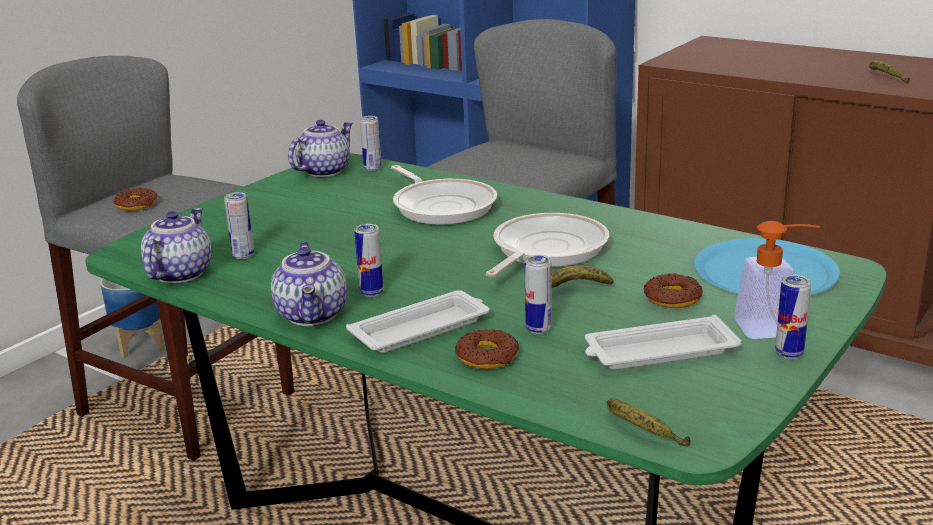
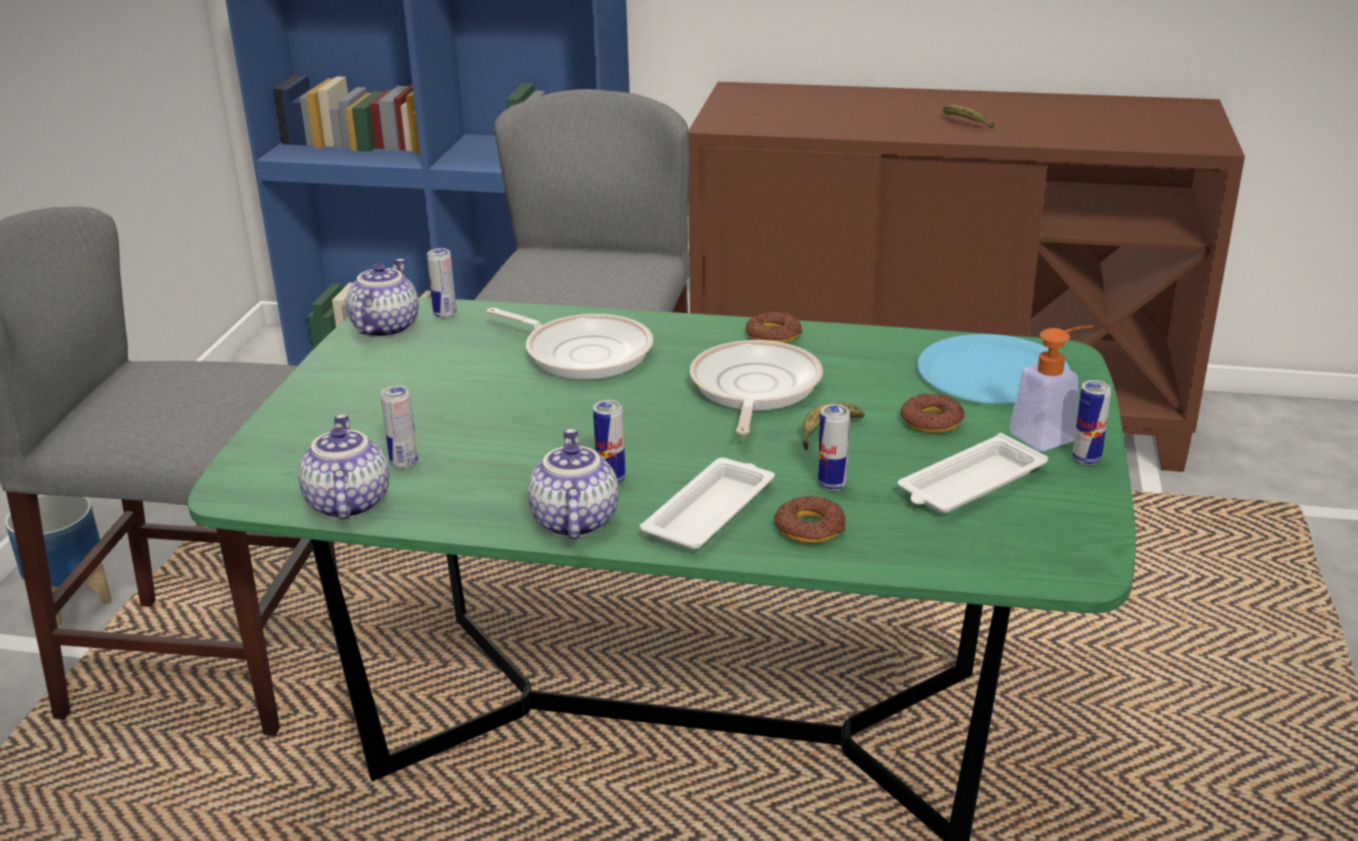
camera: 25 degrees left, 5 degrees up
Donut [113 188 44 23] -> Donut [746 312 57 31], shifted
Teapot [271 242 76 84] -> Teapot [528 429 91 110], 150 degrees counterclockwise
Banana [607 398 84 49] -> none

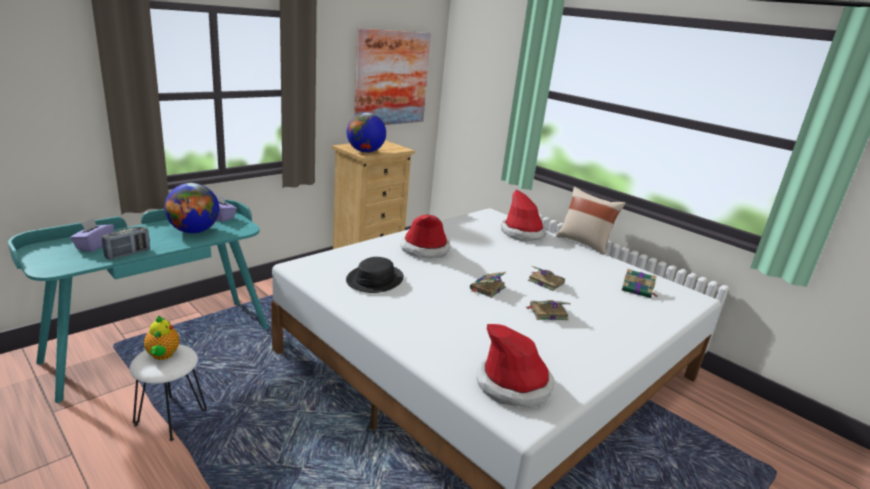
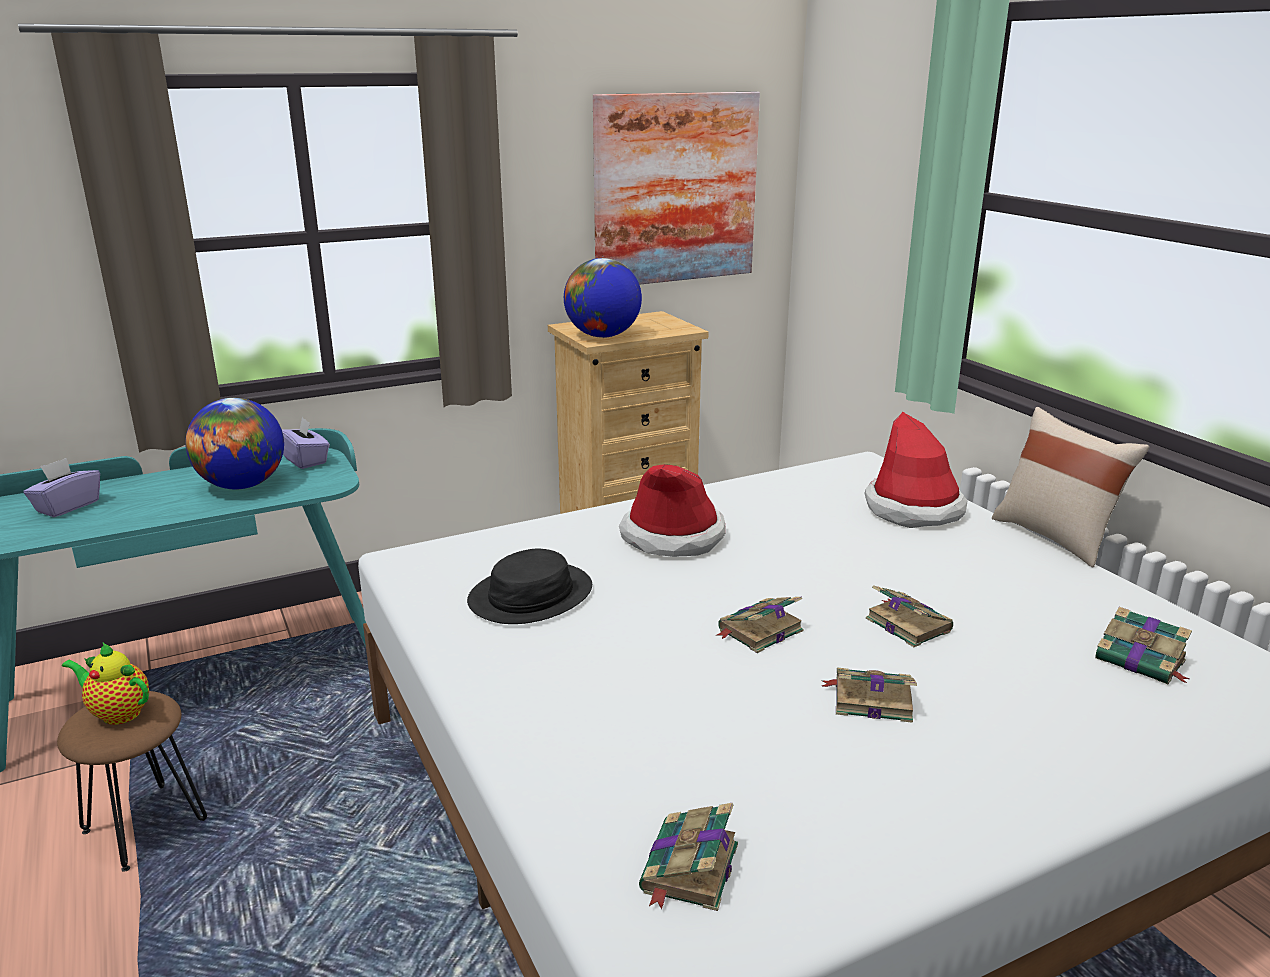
camera: 20 degrees right, 0 degrees up
Radio [102 227 48 33] -> none
WhiteStool [130 344 77 97] -> BrownStool [57 691 150 181]
Teapot [144 316 35 44] -> Teapot [62 643 87 82], 105 degrees clockwise
Hat [477 324 78 84] -> Book [639 803 99 108]

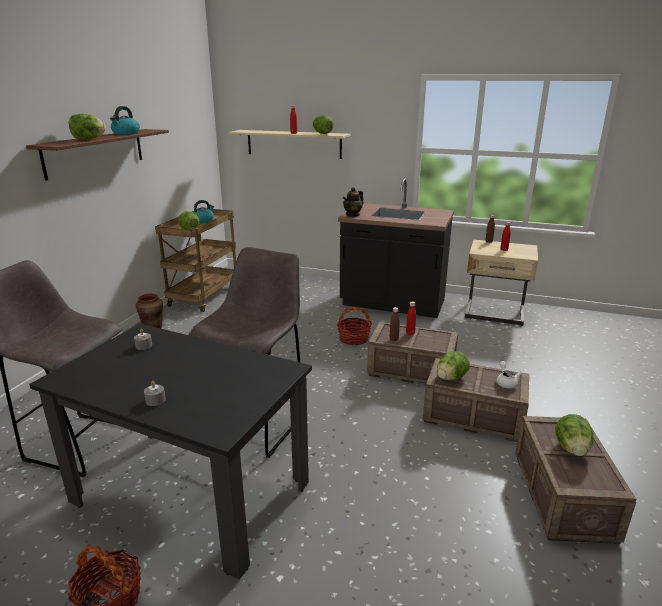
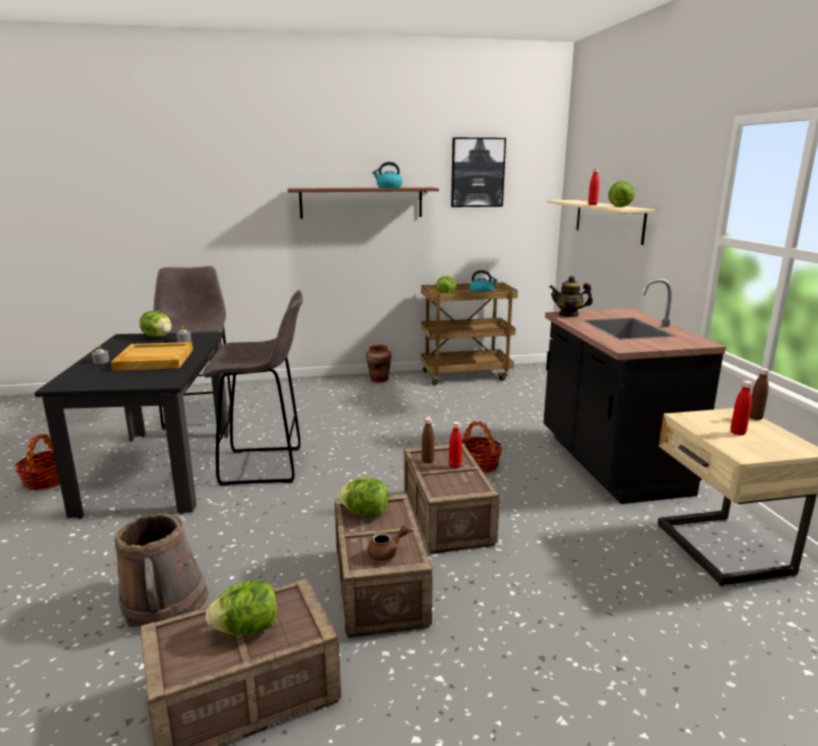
camera: 60 degrees right, 5 degrees down
Lettuce [69 114 37 26] -> Lettuce [139 311 33 26], shifted
WhiteTeapot [496 361 26 27] -> BrownTeapot [367 525 43 36]
none -> BeigeTray [111 342 82 29]
none -> BrownBucket [114 514 95 116]
none -> Picture [451 138 55 69]

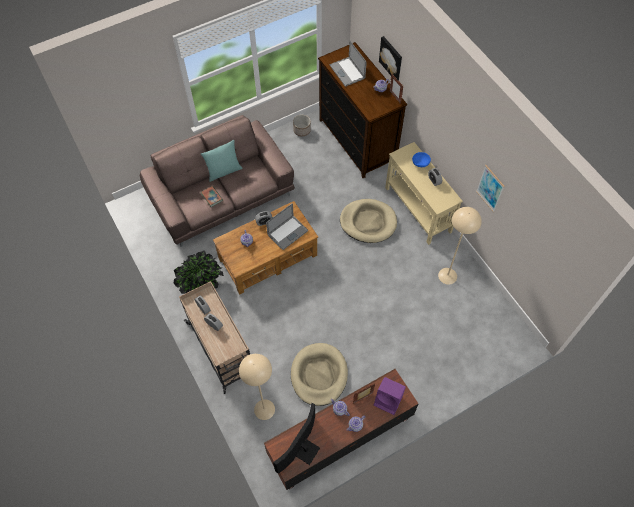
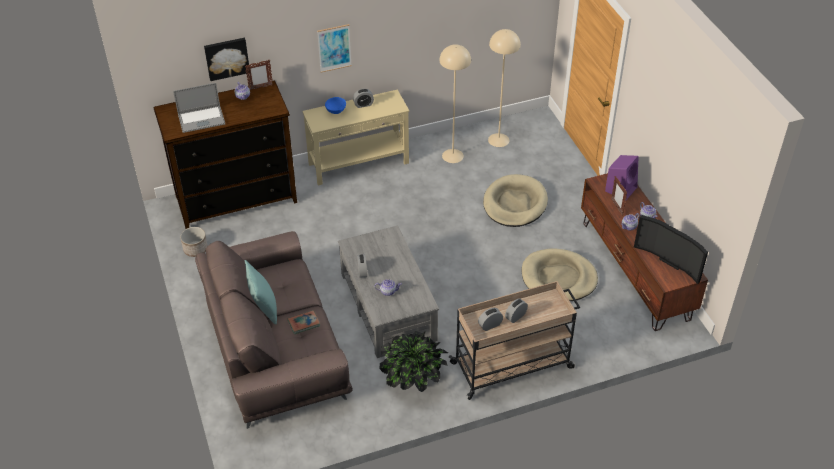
camera: 80 degrees left, 15 degrees down
BrownCoffeeTable [213 201 105 94] -> GreyCoffeeTable [338 225 101 133]
BeigeFloorLamp [239 354 36 66] -> BeigeFloorLamp [488 29 33 118], shifted
Laptop [266 203 42 47] -> none
BeigeDogBed [340 199 57 44] -> BeigeDogBed [483 174 65 53], shifted
Picture [476 165 28 47] -> Picture [317 24 35 49], shifted

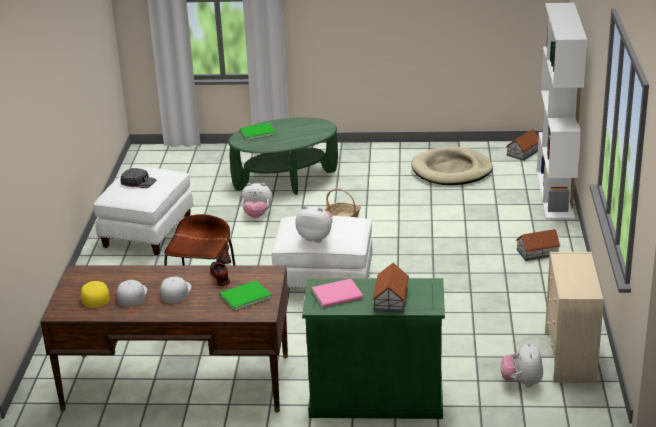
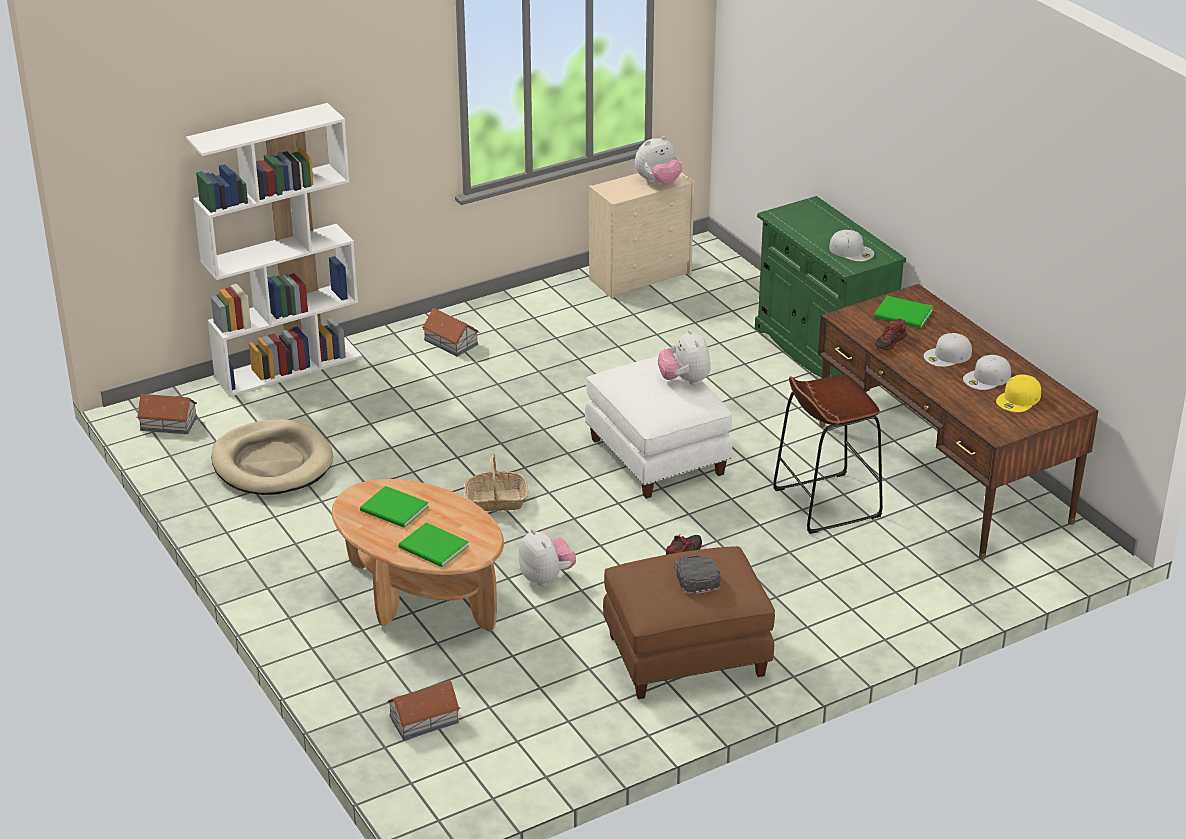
camera: 125 degrees left, 5 degrees up
WhiteOttoman [93 167 100 88] -> BrownOttoman [603 546 172 153]
GreenCoffeeTable [228 117 110 78] -> BrownCoffeeTable [332 479 172 153]
PinkBook [312 279 51 29] -> WhiteCap [829 230 45 32]
ToyHouse [372 263 37 50] -> ToyHouse [387 681 74 59], shifted
PlushToy [501 342 42 46] -> PlushToy [635 136 47 49], shifted
none -> GreenBook [360 486 69 42]

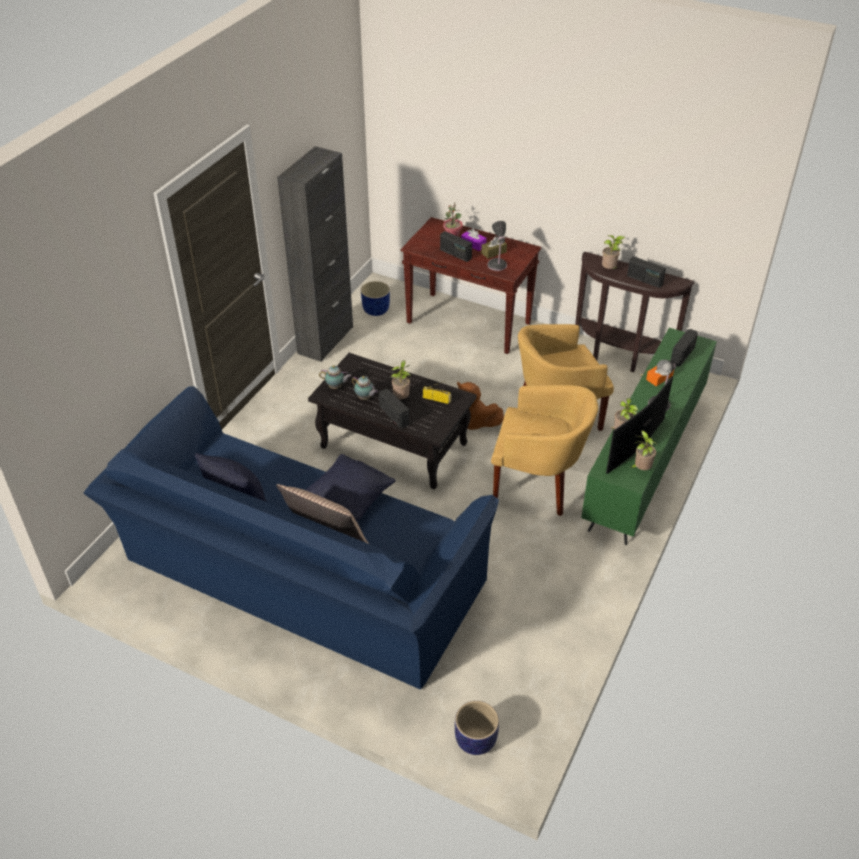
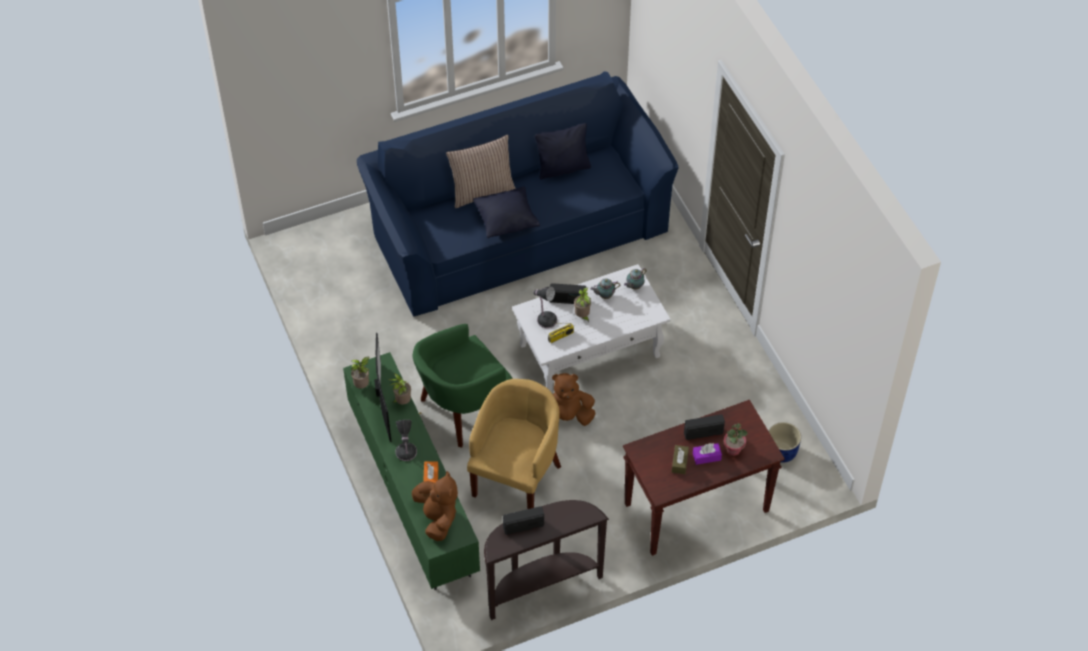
camera: 130 degrees right, 10 degrees up
BlackCabinet [277 146 76 216] -> none
BlackCoffeeTable [308 353 169 136] -> WhiteCoffeeTable [512 264 158 128]
Planter [455 701 44 54] -> none
TableLamp [487 221 20 50] -> TableLamp [533 287 24 41], shifted
YellowArmchair [491 385 107 131] -> GreenArmchair [413 324 100 123]
PottedPlant [602 235 23 34] -> none
Radio [671 329 27 38] -> BrownPlushToy [412 471 46 70]

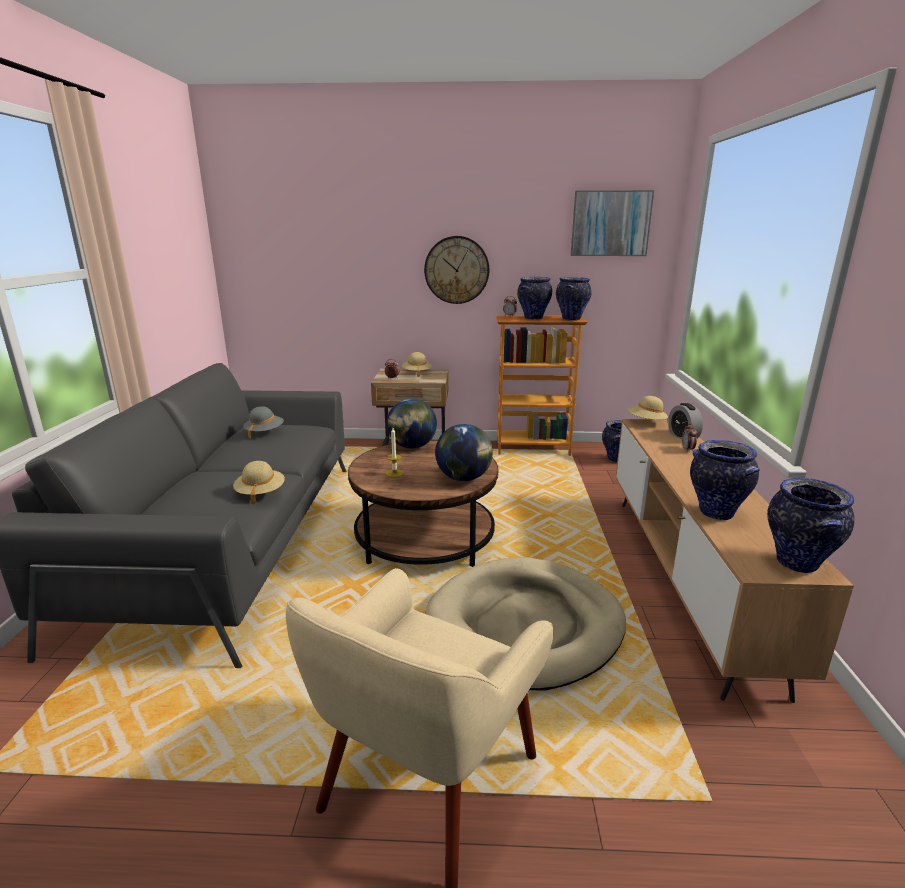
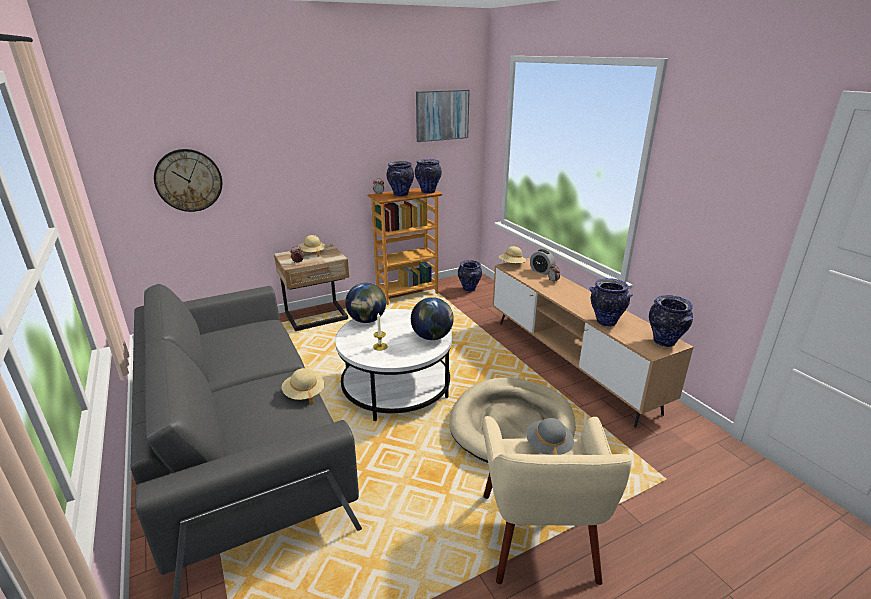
camera: 30 degrees left, 5 degrees up
GreyHat [243 406 41 32] -> GreyHat [526 418 48 37], shifted
BrownCoffeeTable [348 440 150 127] -> WhiteCoffeeTable [335 309 117 112]
WallClock [424 236 65 68] -> WallClock [154 149 68 63], shifted

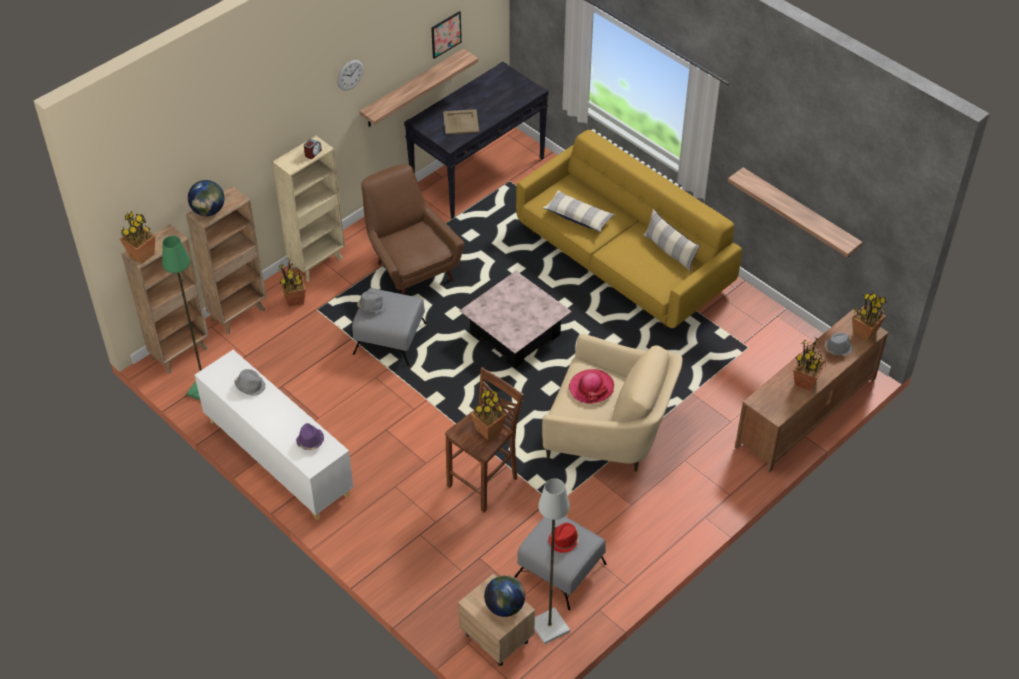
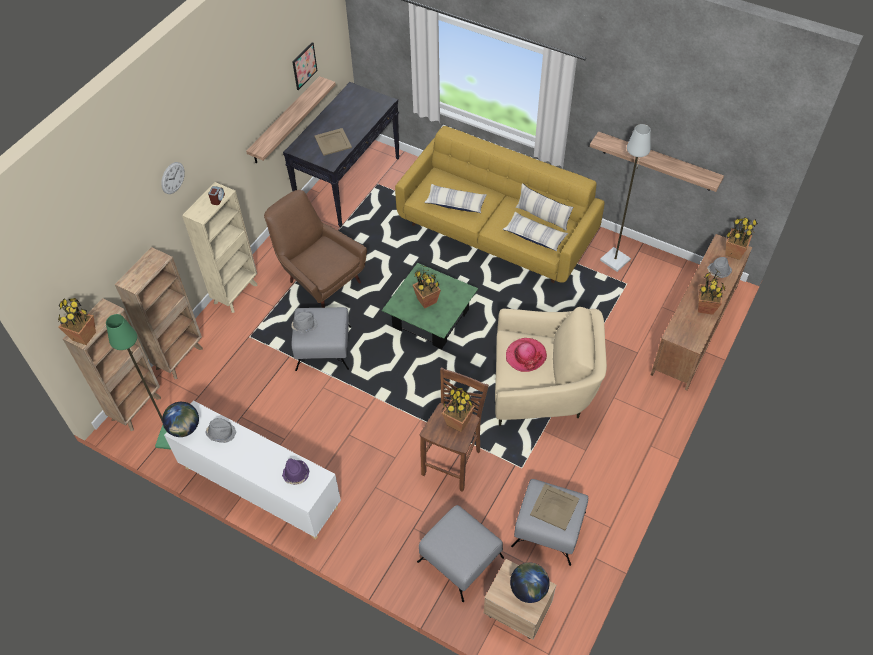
camera: 15 degrees left, 5 degrees up
Globe [188 180 37 36] -> Globe [162 402 37 35], shifted
PottedPlant [279 258 27 49] -> PottedPlant [413 265 28 44], shifted
WallClock [337 59 27 32] -> WallClock [161 162 24 32], shifted
PinkCoffeeTable [459 271 113 97] -> GreenCoffeeTable [382 263 96 86]
GreyFloorLamp [535 478 35 166] -> GreyFloorLamp [600 124 51 148], shifted
RedHat [549 523 31 30] -> BeigeTray [530 484 50 46]
none -> GreyOttoman [417 505 87 97]
none -> Pillow [502 212 66 40]

